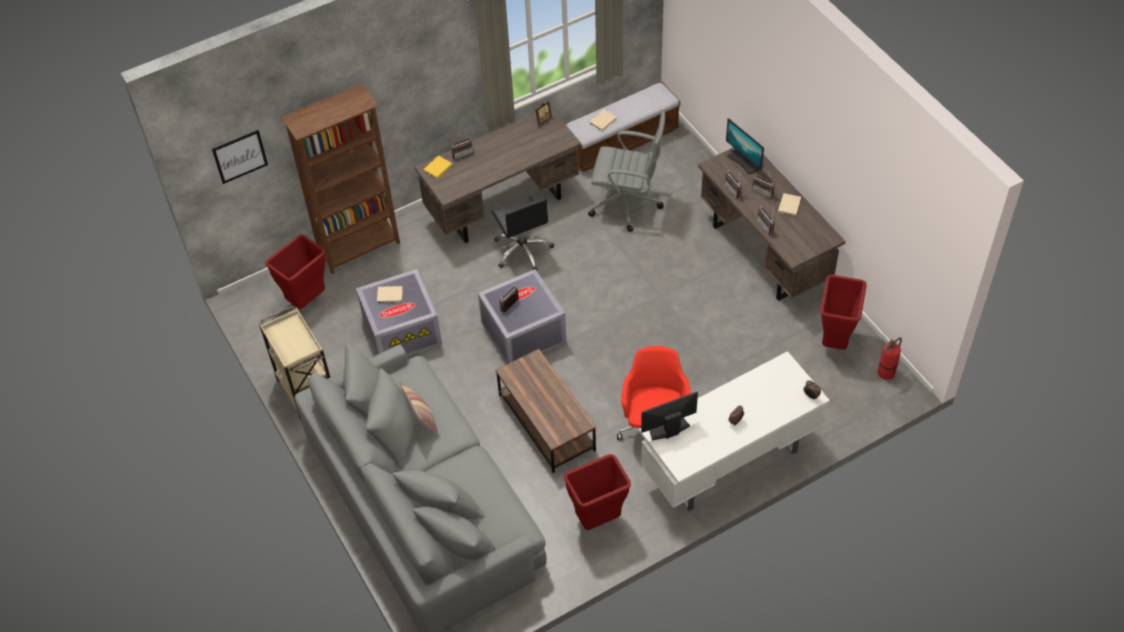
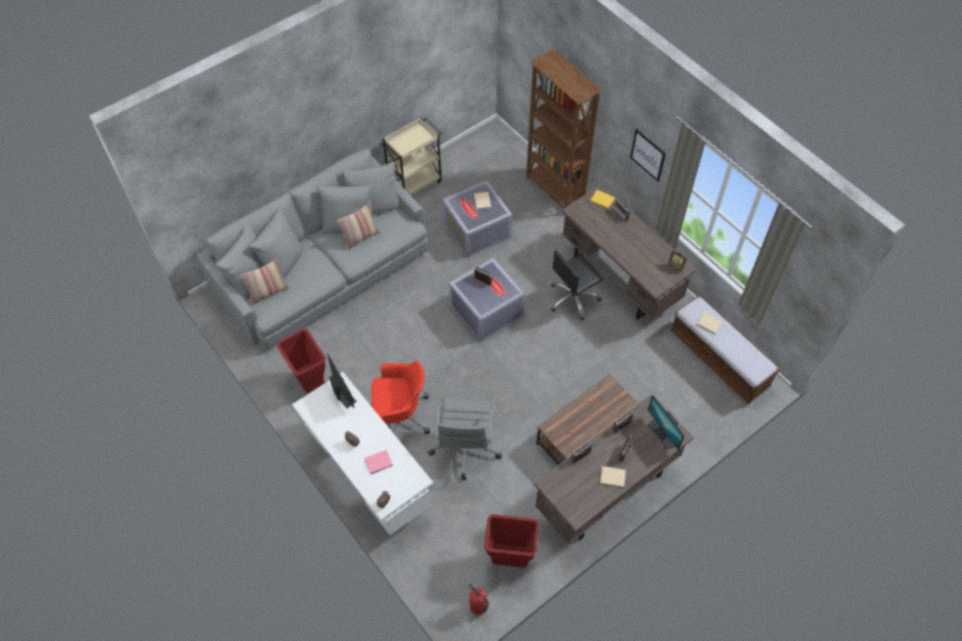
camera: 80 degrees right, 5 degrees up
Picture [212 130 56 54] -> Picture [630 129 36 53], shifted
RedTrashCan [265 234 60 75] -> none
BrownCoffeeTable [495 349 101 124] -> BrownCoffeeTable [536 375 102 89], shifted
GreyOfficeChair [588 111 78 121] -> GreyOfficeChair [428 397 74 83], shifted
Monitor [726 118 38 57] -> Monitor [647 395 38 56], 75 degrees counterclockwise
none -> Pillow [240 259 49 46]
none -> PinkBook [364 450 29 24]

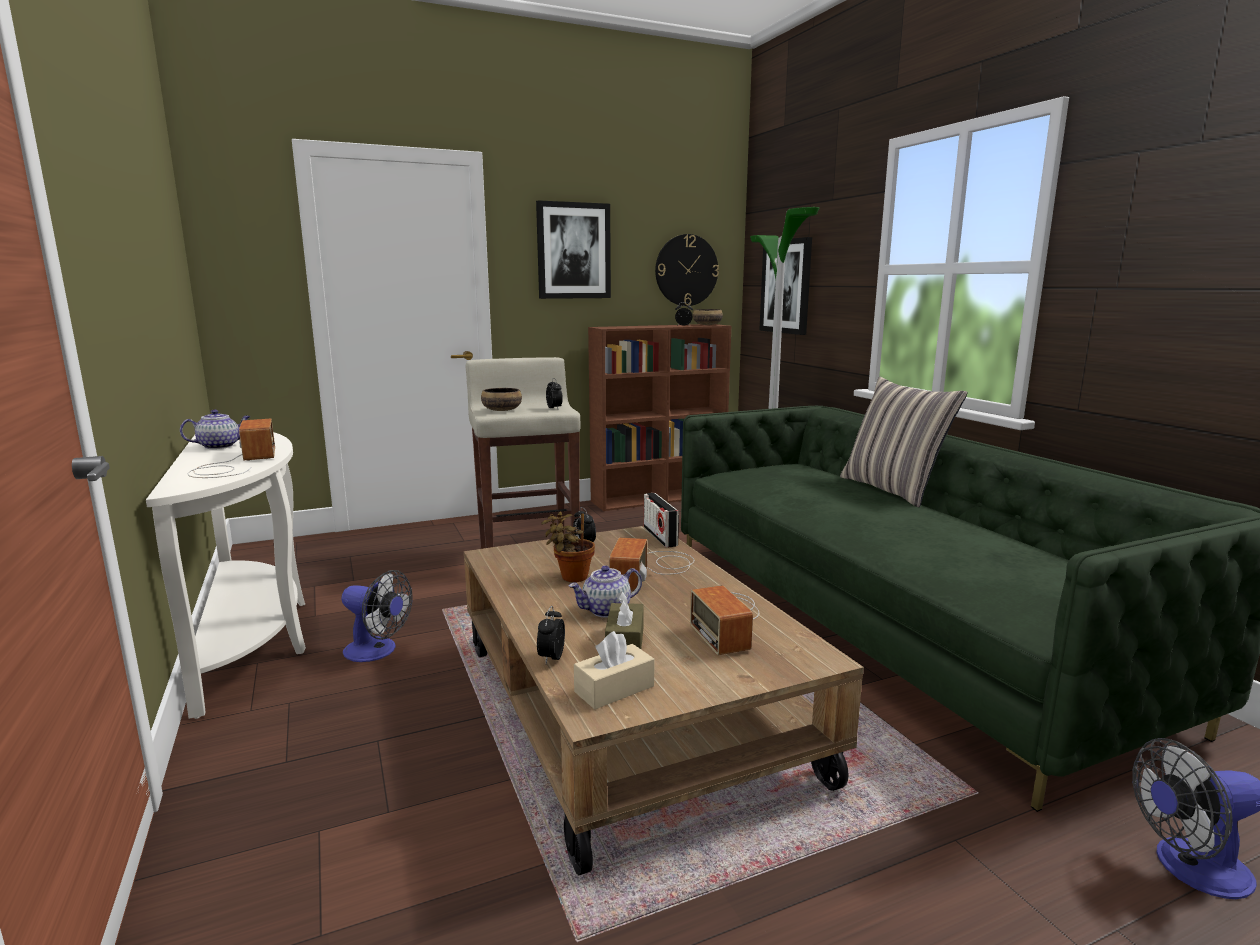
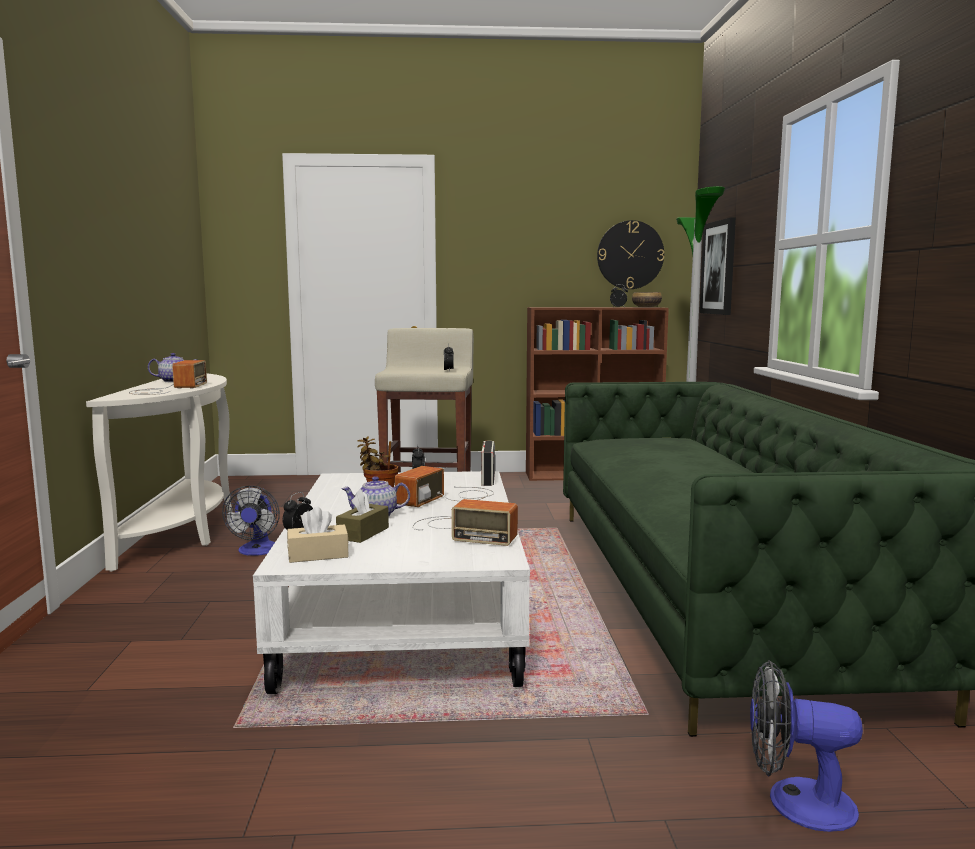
camera: 20 degrees right, 5 degrees down
Fan [341 570 72 92] -> Fan [222 486 58 70], 45 degrees clockwise
BrownCoffeeTable [464 526 400 350] -> WhiteCoffeeTable [253 471 277 223]
Bowl [481 388 41 23] -> none
Picture [536 200 75 99] -> none
Radio [690 585 70 70] -> Radio [413 499 105 47], 75 degrees counterclockwise
Pillow [840 377 127 130] -> none

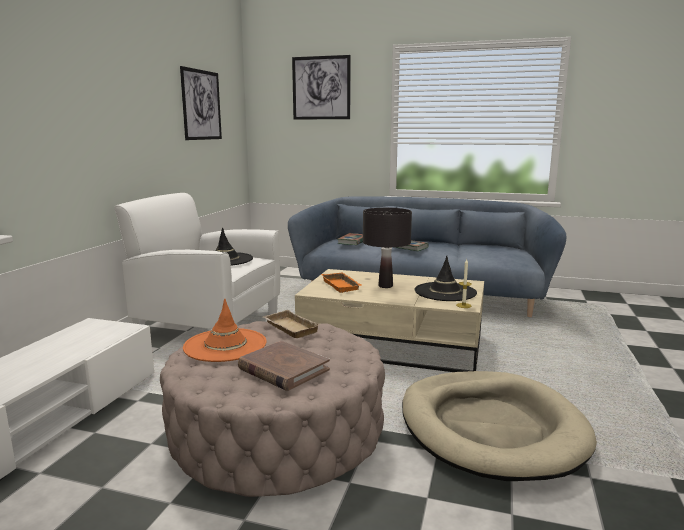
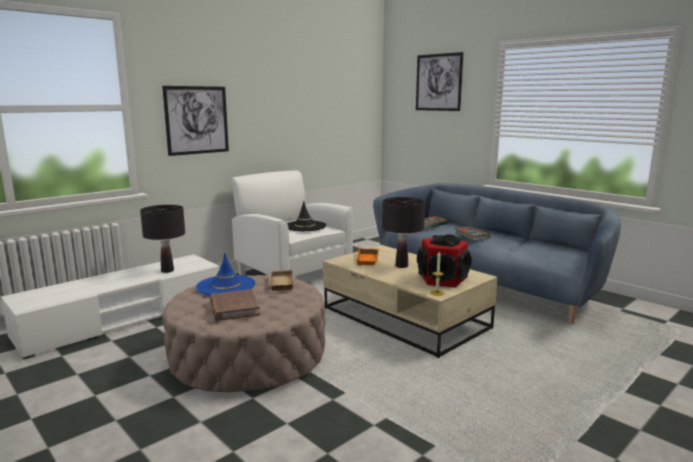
camera: 30 degrees right, 0 degrees up
Picture [180 66 42 74] -> Picture [162 86 67 70], shifted
OrangeHat [183 299 83 63] -> BlueHat [196 253 59 43]
BeigeDogBed [402 371 195 110] -> none
BlackHat [415 256 62 45] -> Speaker [417 234 55 53]
none -> BlackTableLamp [140 205 45 68]

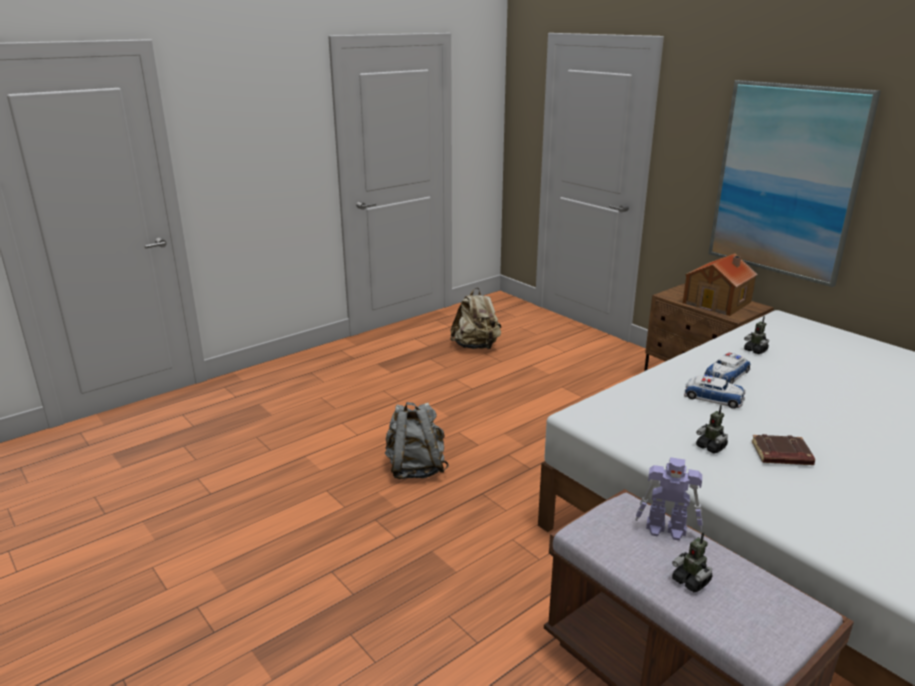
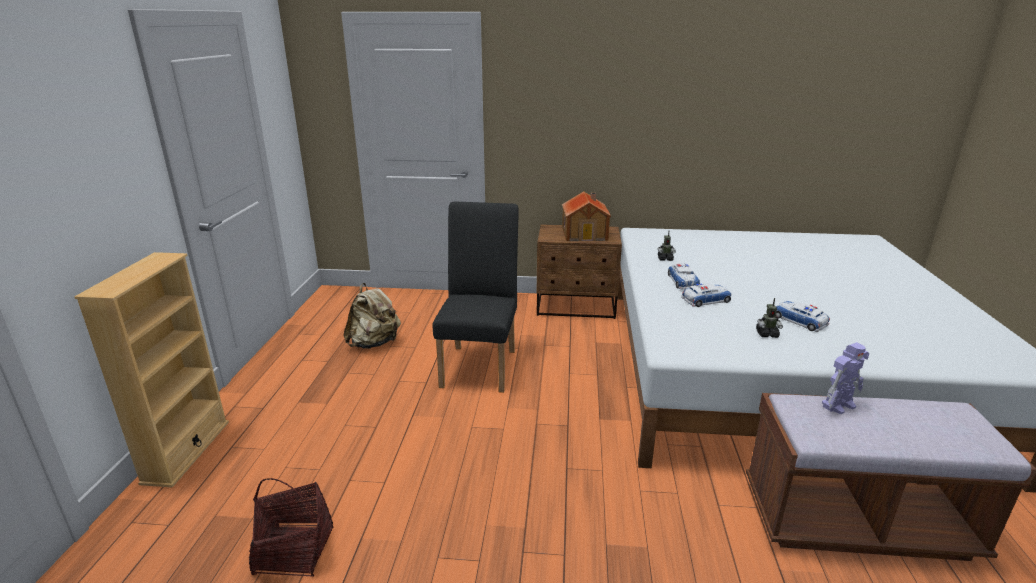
camera: 45 degrees left, 0 degrees up
GreyBackpack [385 402 64 77] -> none
ToyRobot [672 532 40 60] -> none
Picture [709 80 172 207] -> none
BrownBook [751 434 64 31] -> ToyCar [775 301 55 31]
none -> BeigeBookcase [74 252 155 236]
none -> Basket [249 478 85 99]
none -> BlackChair [433 202 86 191]

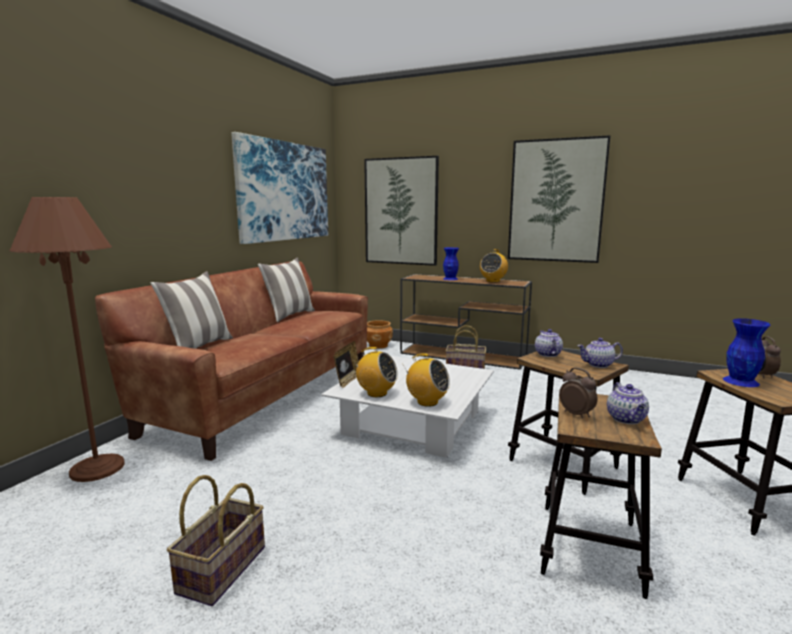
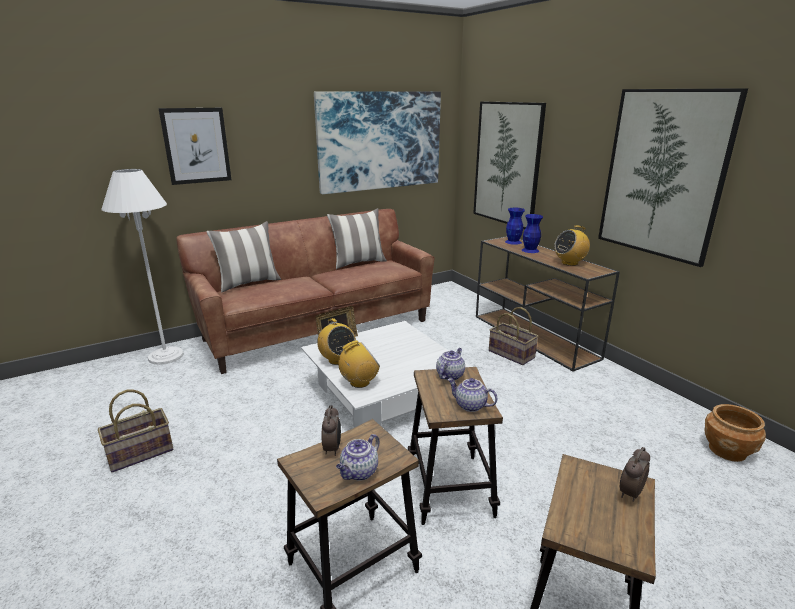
camera: 35 degrees right, 10 degrees up
BrownFloorLamp [10 197 115 285] -> WhiteFloorLamp [101 169 83 196]
BrownPlanter [367 320 26 29] -> BrownPlanter [705 404 61 58], shifted
Radio [402 353 48 54] -> Radio [338 340 42 48], 90 degrees counterclockwise
BlueVase [723 318 47 69] -> BlueVase [505 208 20 37], shifted
none -> Picture [158 108 73 77]

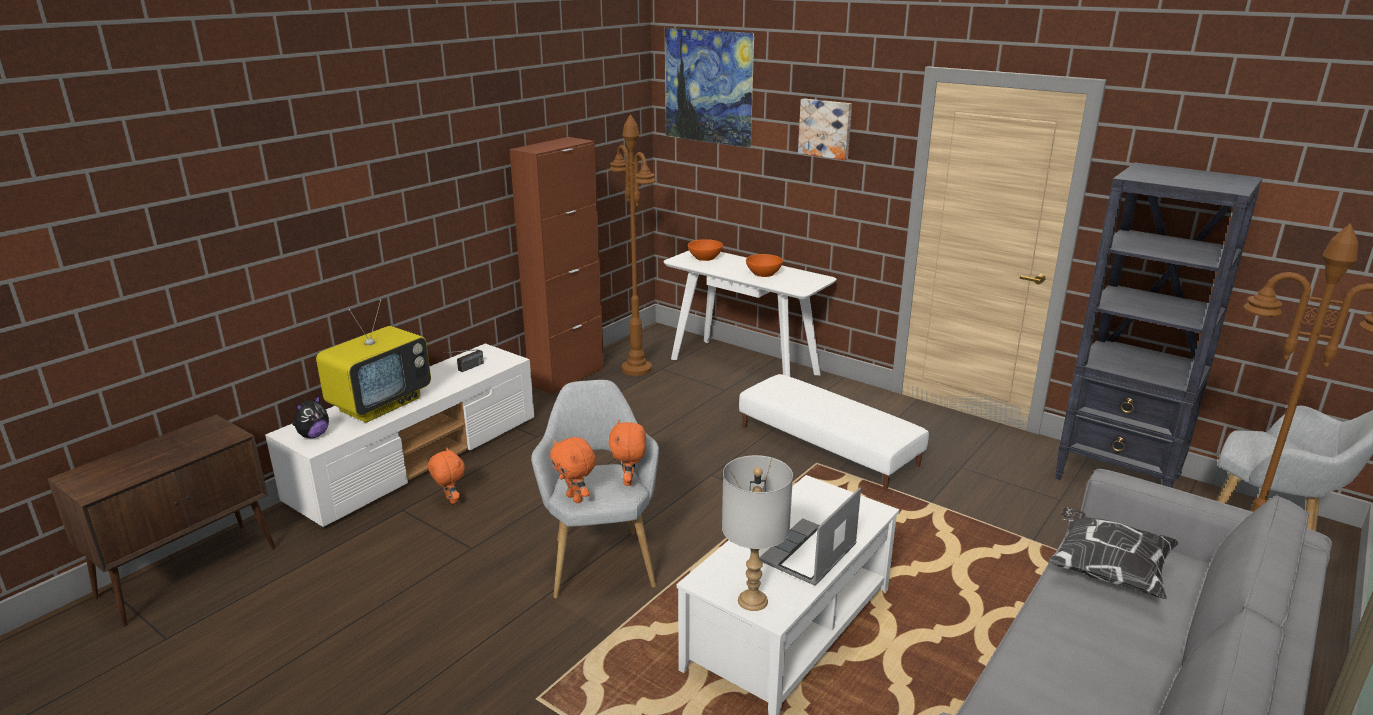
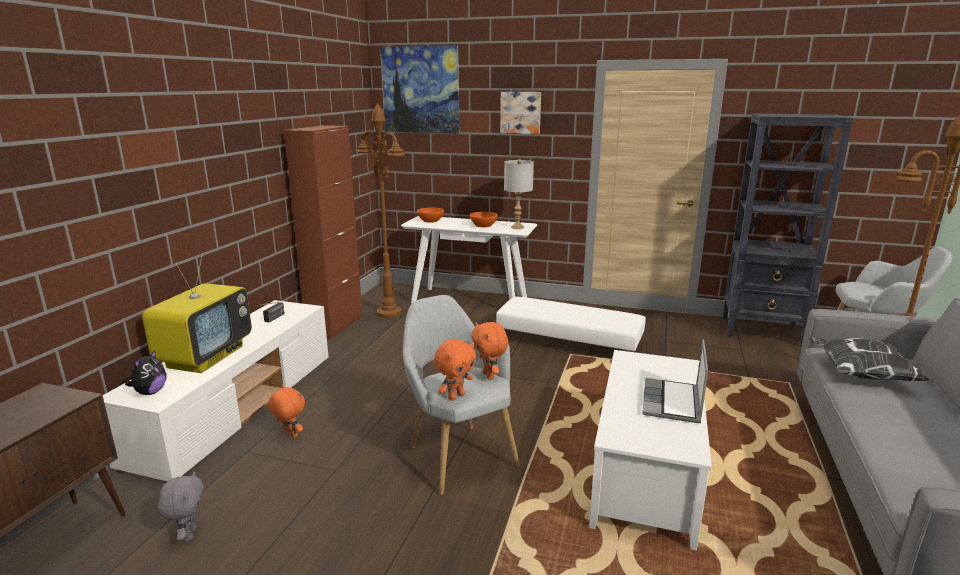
camera: 20 degrees left, 5 degrees down
OrangePlushToy [550 437 46 66] -> OrangePlushToy [434 339 43 62], 75 degrees counterclockwise
GreyTableLamp [722 455 71 156] -> GreyTableLamp [504 159 30 70], shifted
none -> GreyPlushToy [158 471 46 71]

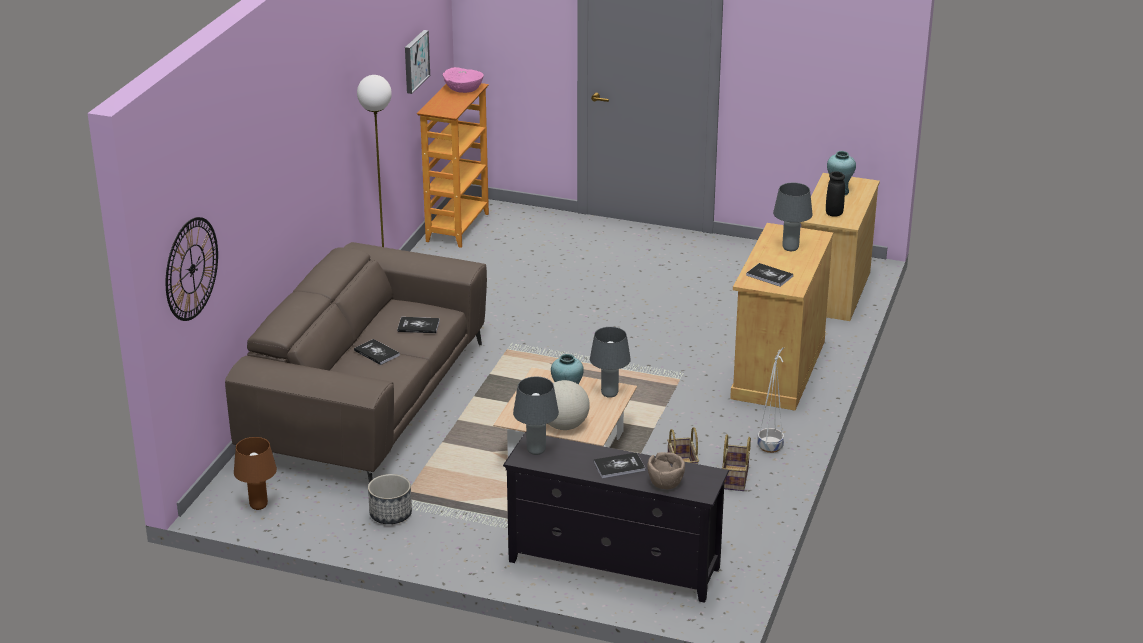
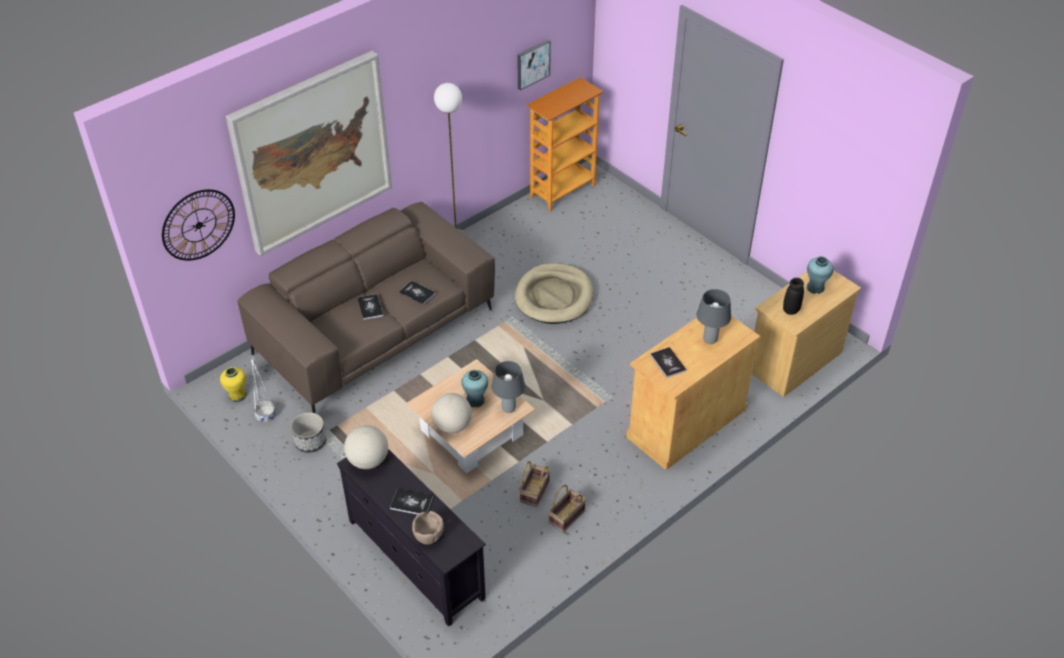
camera: 30 degrees right, 15 degrees up
BrownTableLamp [234 437 43 73] -> YellowVase [220 367 27 35]
PinkBowl [443 67 41 26] -> none
GreyTableLamp [513 377 46 78] -> Globe [344 425 44 44]
WhitePlanter [757 347 27 106] -> WhitePlanter [249 355 27 67], shifted
none -> Picture [226 51 166 205]
none -> BeigeDogBed [515 263 78 61]

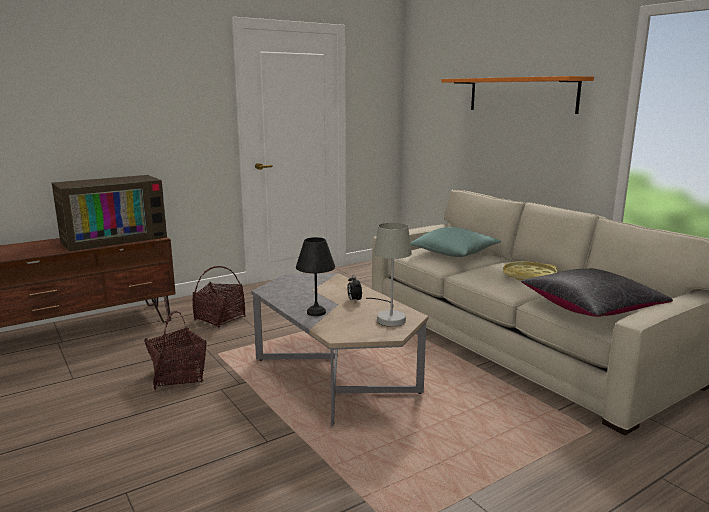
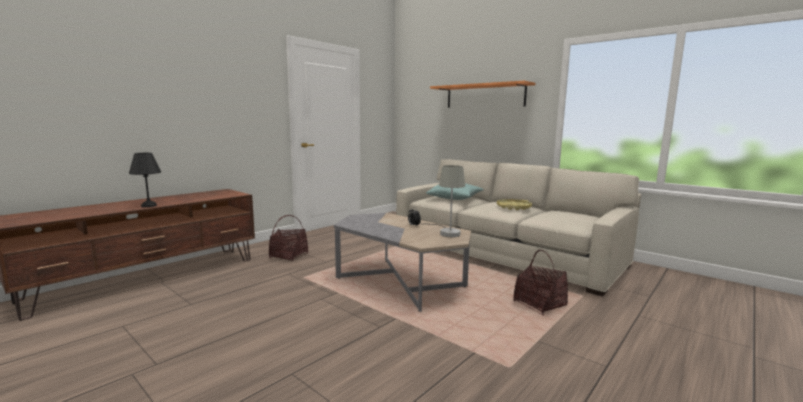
camera: 15 degrees left, 5 degrees down
Television [52 175 115 77] -> none
Basket [144 311 63 79] -> Basket [513 250 55 65], shifted
BlackTableLamp [296 237 39 79] -> BlackTableLamp [129 153 32 54], shifted
BlackPillow [521 268 152 49] -> none

